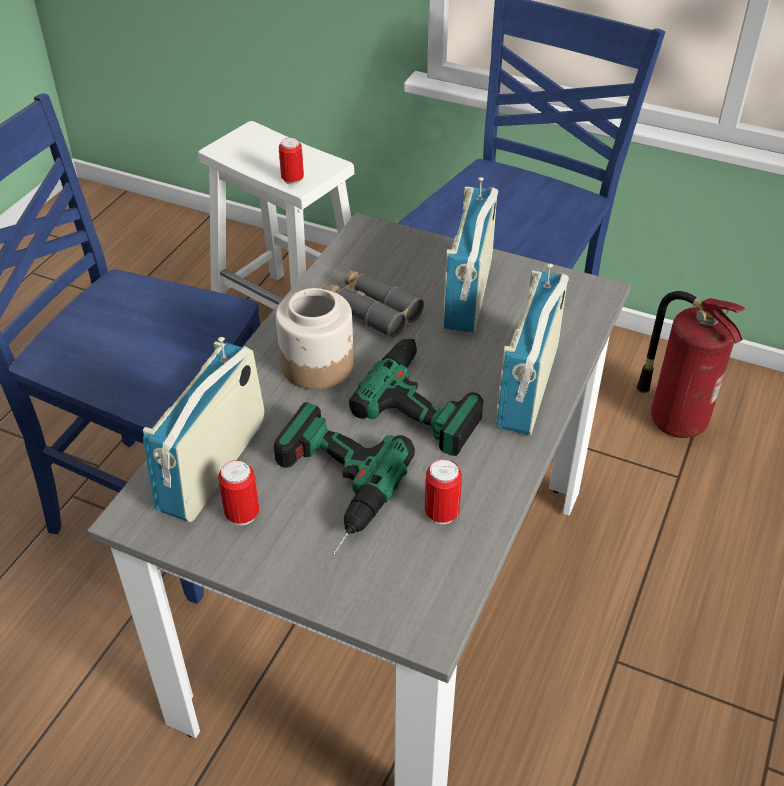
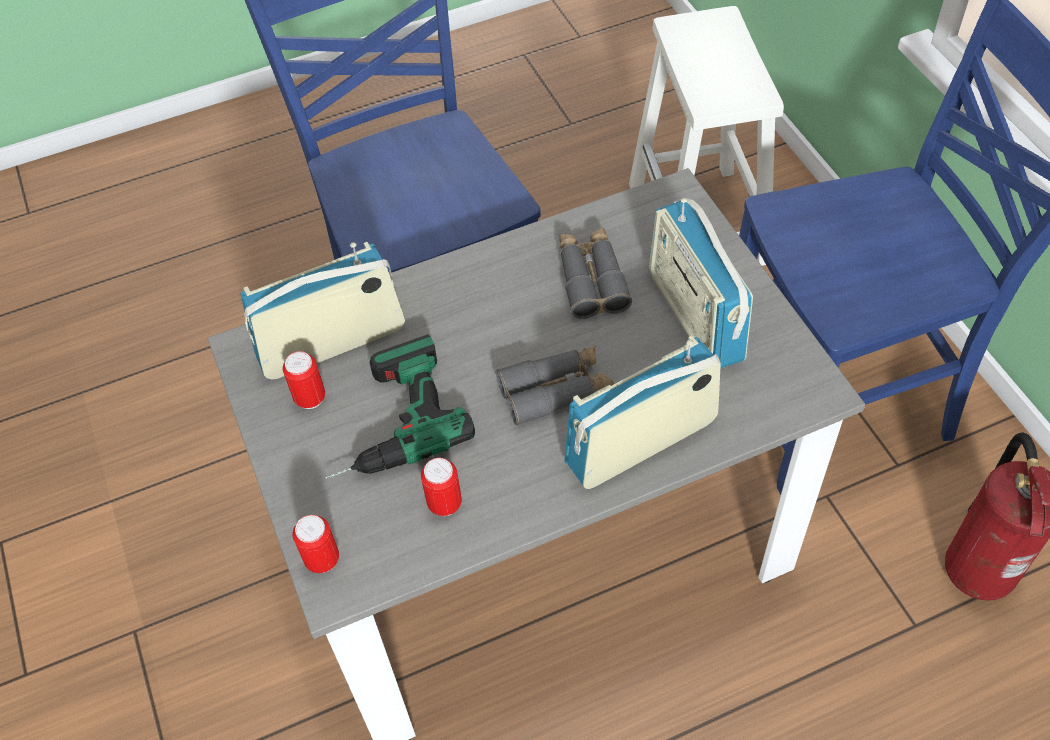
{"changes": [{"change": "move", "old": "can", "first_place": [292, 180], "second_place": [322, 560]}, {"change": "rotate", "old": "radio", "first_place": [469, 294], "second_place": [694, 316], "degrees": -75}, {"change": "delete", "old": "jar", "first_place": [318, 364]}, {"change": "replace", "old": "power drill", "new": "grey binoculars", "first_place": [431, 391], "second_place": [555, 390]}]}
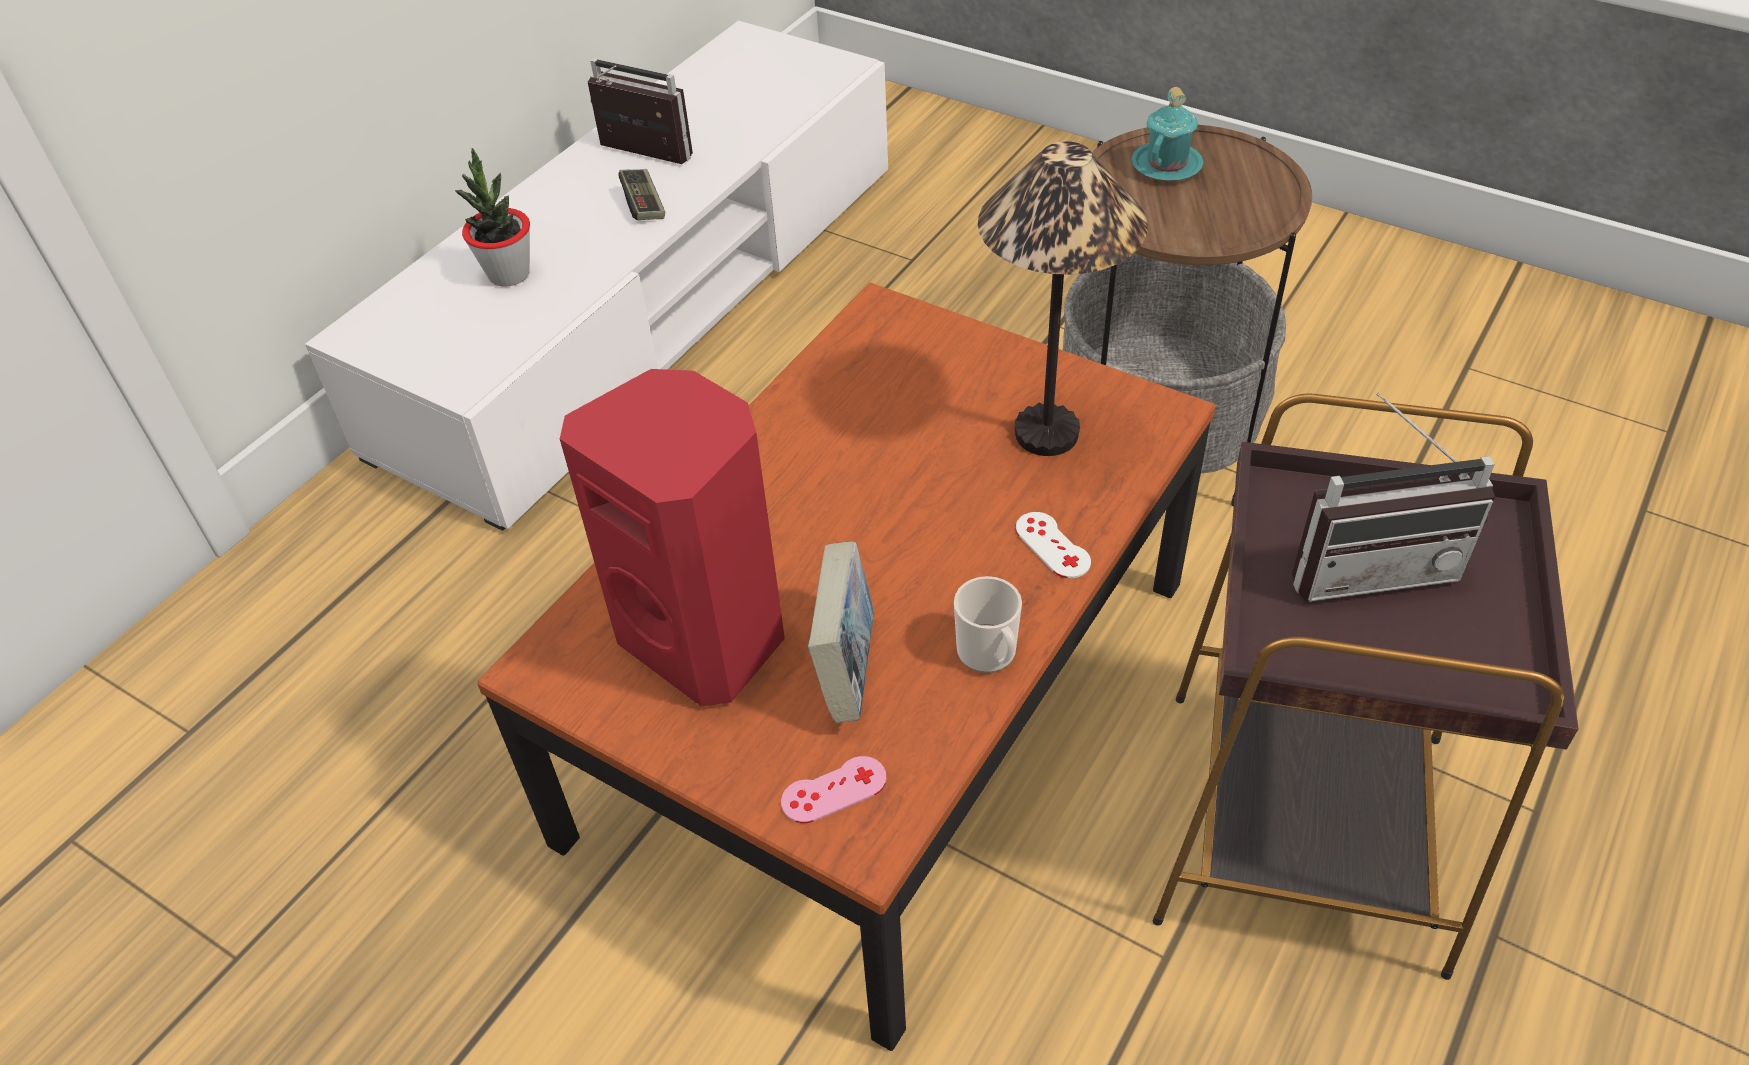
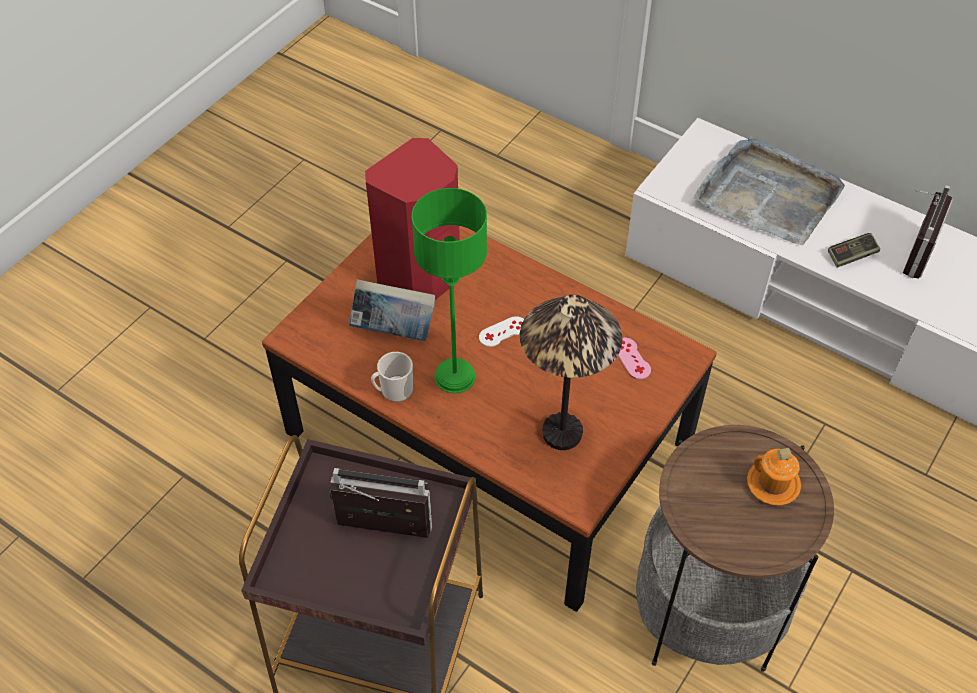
{"changes": [{"change": "recolor", "old": "turquoise mug", "new": "orange mug", "first_place": [1166, 164], "second_place": [773, 483]}, {"change": "replace", "old": "potted plant", "new": "grey tray", "first_place": [509, 274], "second_place": [768, 195]}, {"change": "rotate", "old": "radio", "first_place": [1369, 564], "second_place": [381, 533], "degrees": 105}, {"change": "move", "old": "white game controller", "first_place": [1052, 545], "second_place": [503, 332]}, {"change": "move", "old": "pink game controller", "first_place": [834, 790], "second_place": [632, 358]}, {"change": "insert", "new": "green table lamp", "second_place": [454, 376]}]}
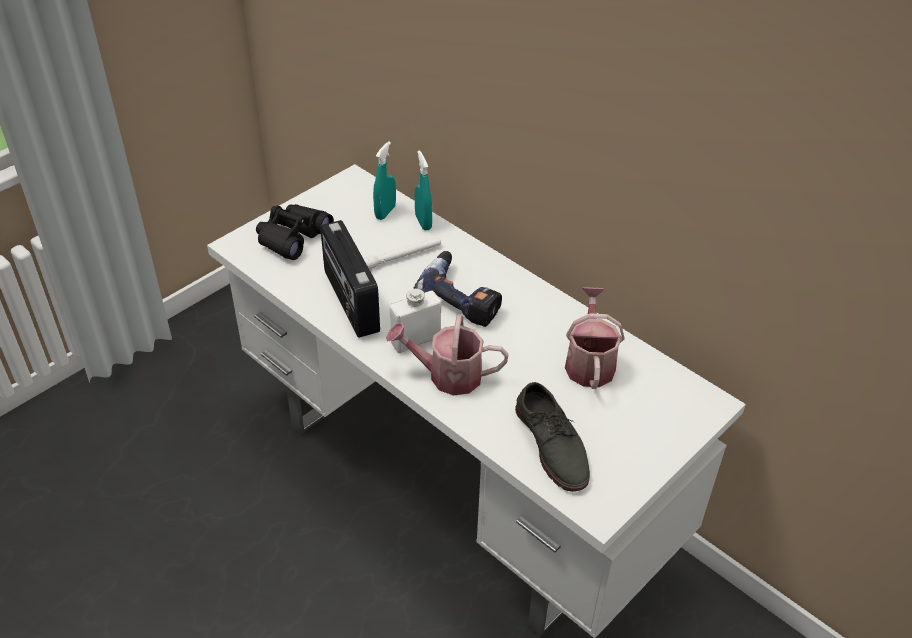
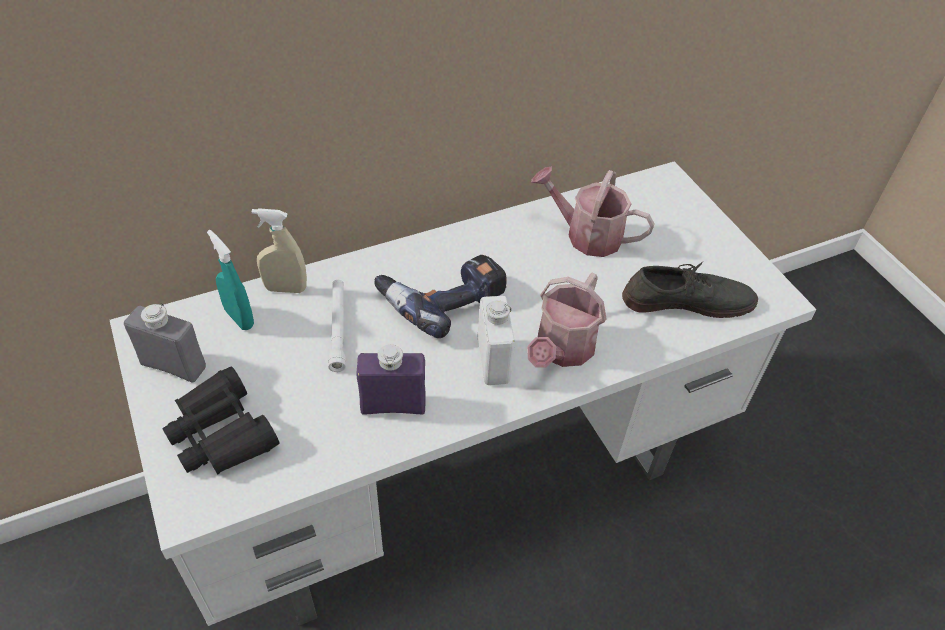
{"changes": [{"change": "recolor", "old": "turquoise spray bottle", "new": "beige spray bottle", "first_place": [423, 222], "second_place": [285, 289]}, {"change": "replace", "old": "radio", "new": "purple bottle", "first_place": [350, 302], "second_place": [393, 405]}, {"change": "insert", "new": "grey bottle", "second_place": [173, 365]}]}
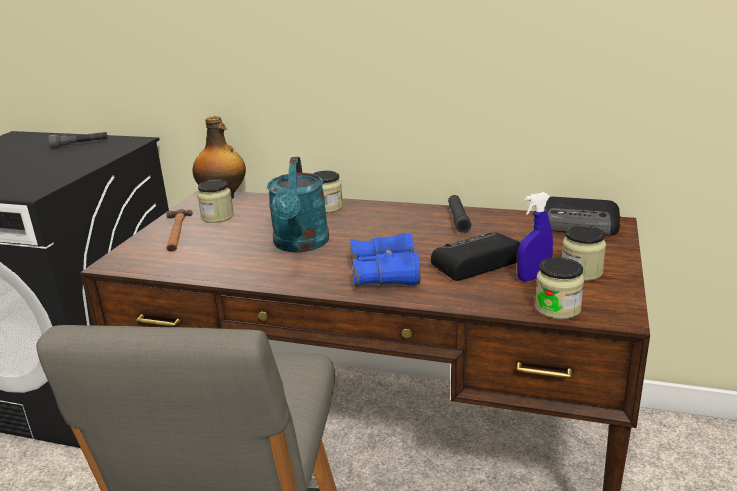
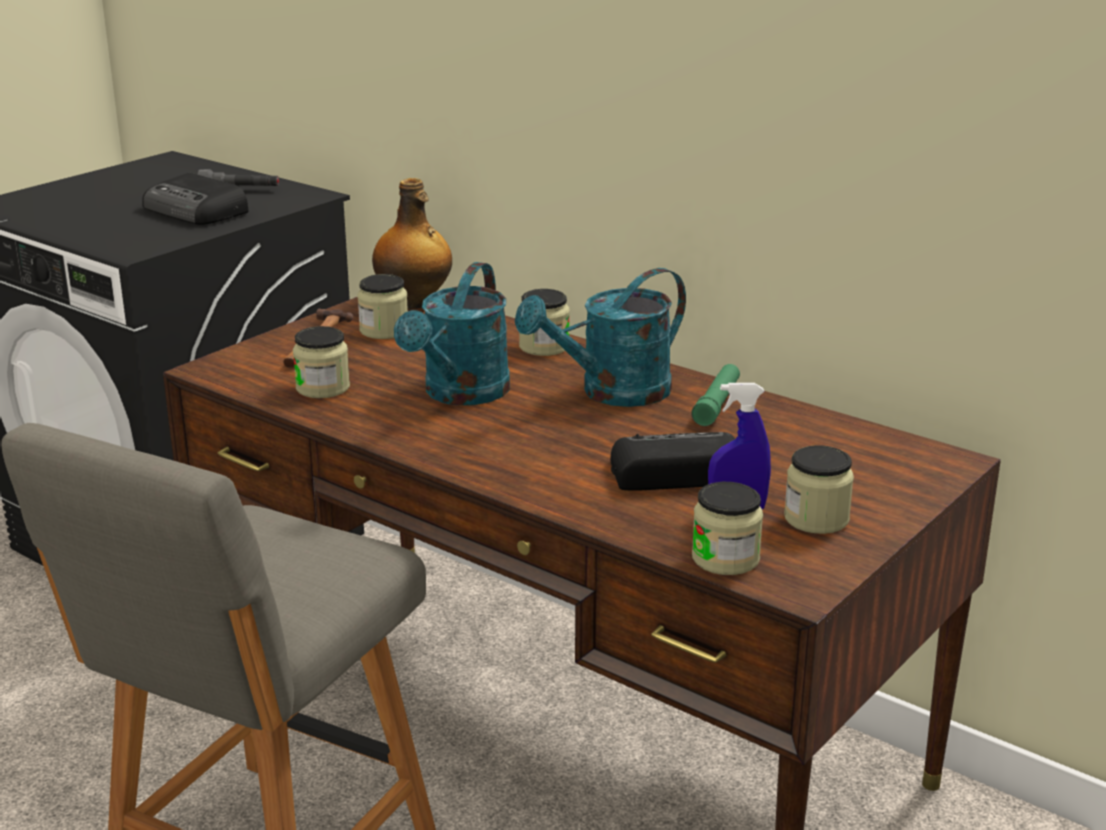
{"changes": [{"change": "recolor", "old": "black flashlight", "new": "green flashlight", "first_place": [458, 219], "second_place": [717, 404]}, {"change": "move", "old": "radio", "first_place": [579, 224], "second_place": [196, 211]}, {"change": "delete", "old": "blue binoculars", "first_place": [385, 274]}, {"change": "insert", "new": "turquoise watering can", "second_place": [612, 393]}, {"change": "insert", "new": "jar", "second_place": [323, 388]}]}
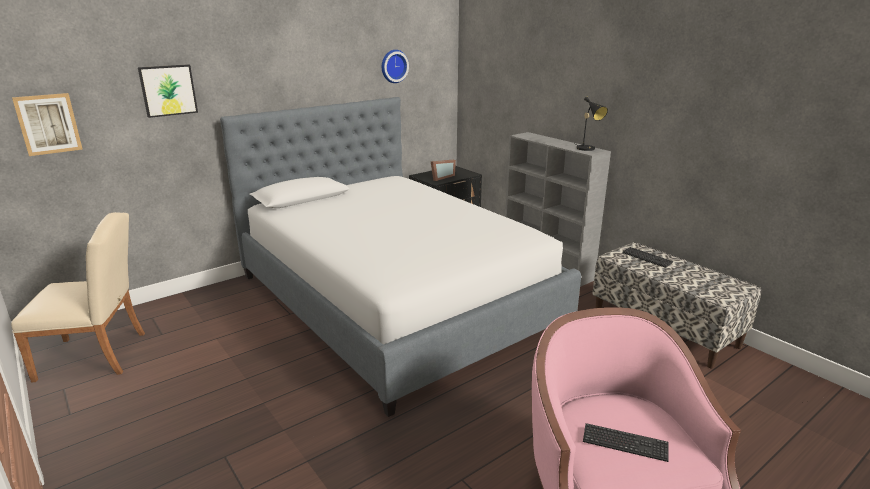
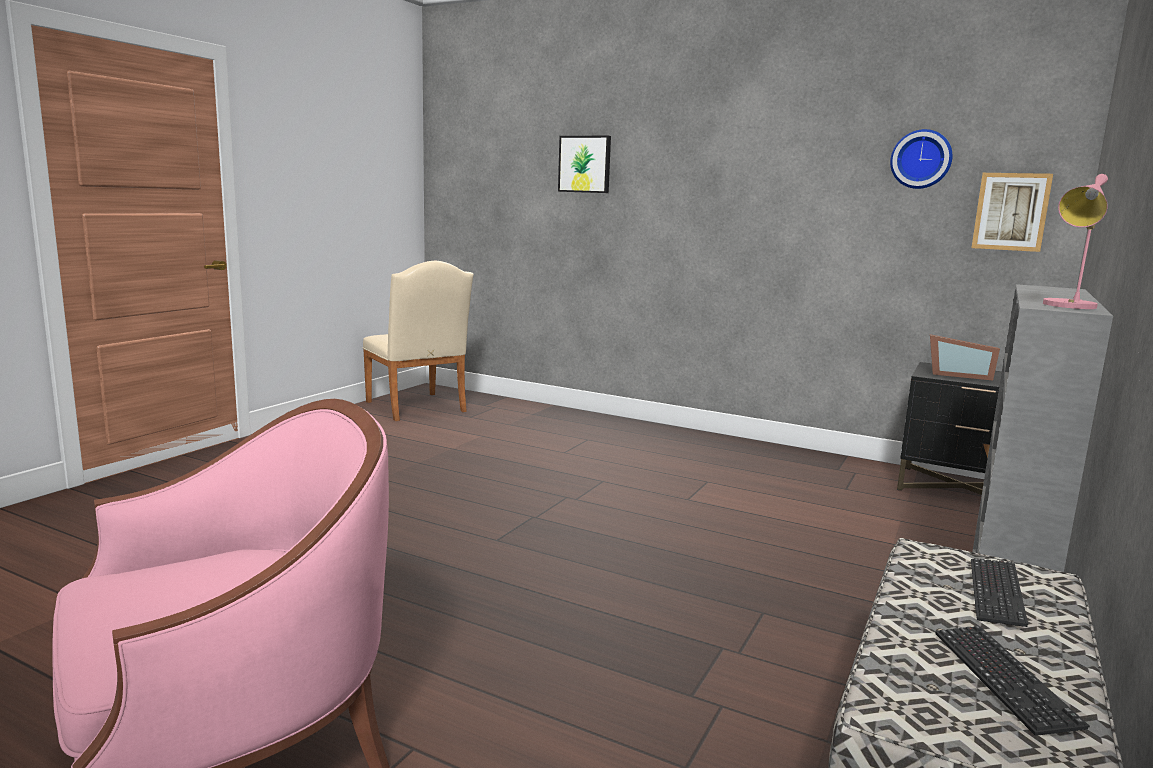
{"changes": [{"change": "move", "old": "picture", "first_place": [48, 124], "second_place": [1011, 211]}, {"change": "delete", "old": "bed", "first_place": [395, 300]}, {"change": "recolor", "old": "black table lamp", "new": "pink table lamp", "first_place": [588, 149], "second_place": [1069, 306]}, {"change": "move", "old": "keyboard", "first_place": [625, 443], "second_place": [1003, 679]}]}
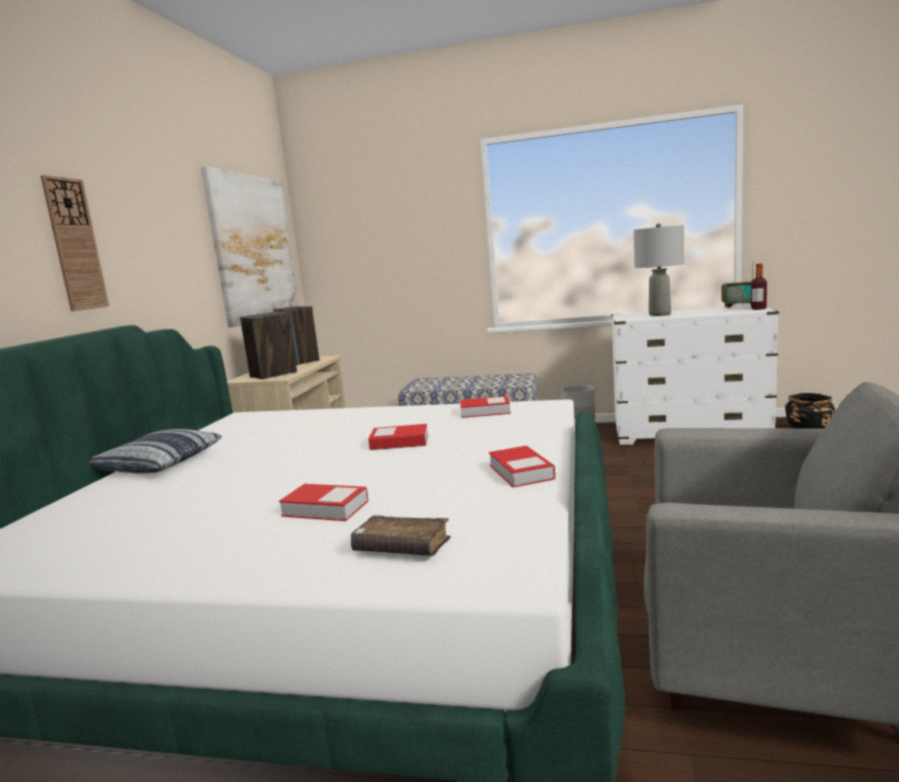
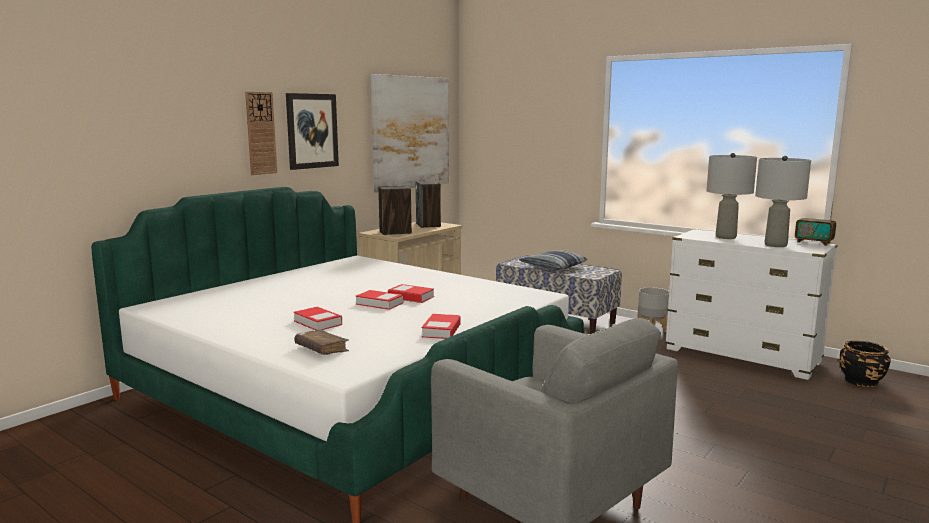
{"changes": [{"change": "delete", "old": "bottle", "first_place": [758, 309]}, {"change": "move", "old": "book", "first_place": [485, 411], "second_place": [379, 303]}, {"change": "move", "old": "pillow", "first_place": [155, 464], "second_place": [553, 267]}, {"change": "insert", "new": "picture", "second_place": [312, 131]}, {"change": "insert", "new": "grey table lamp", "second_place": [775, 245]}]}
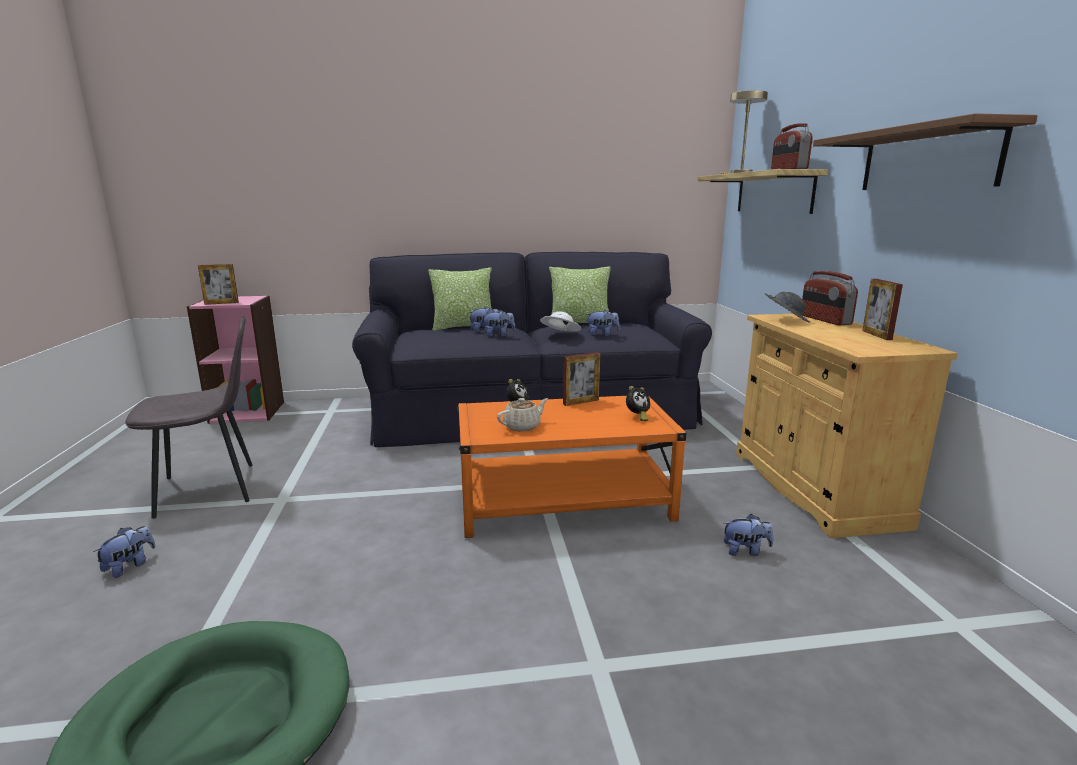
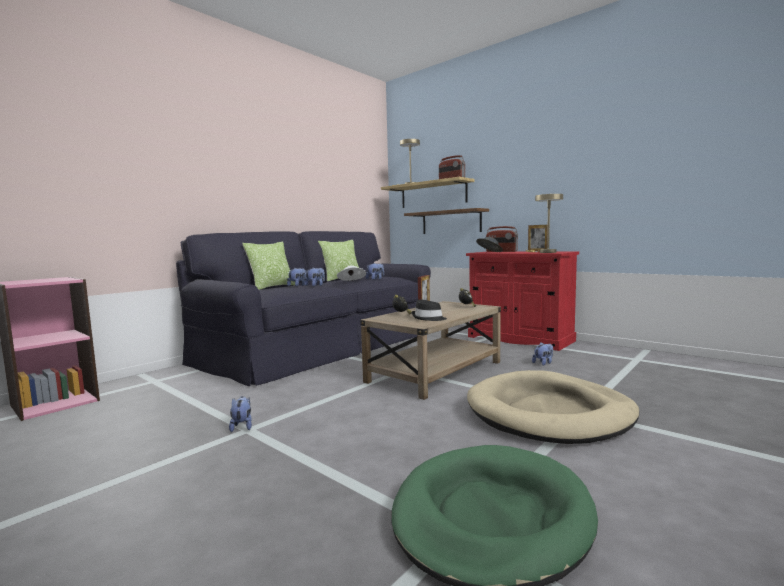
{"changes": [{"change": "move", "old": "brown shelf", "first_place": [927, 159], "second_place": [451, 222]}, {"change": "delete", "old": "picture frame", "first_place": [221, 303]}, {"change": "recolor", "old": "beige cabinet", "new": "red cabinet", "first_place": [814, 487], "second_place": [519, 339]}, {"change": "delete", "old": "grey chair", "first_place": [210, 489]}, {"change": "recolor", "old": "orange coffee table", "new": "beige coffee table", "first_place": [563, 501], "second_place": [435, 372]}, {"change": "replace", "old": "beige teapot", "new": "black hat", "first_place": [522, 426], "second_place": [428, 318]}, {"change": "move", "old": "plush toy", "first_place": [130, 566], "second_place": [242, 426]}, {"change": "insert", "new": "beige table lamp", "second_place": [545, 252]}, {"change": "insert", "new": "beige dog bed", "second_place": [549, 413]}]}
